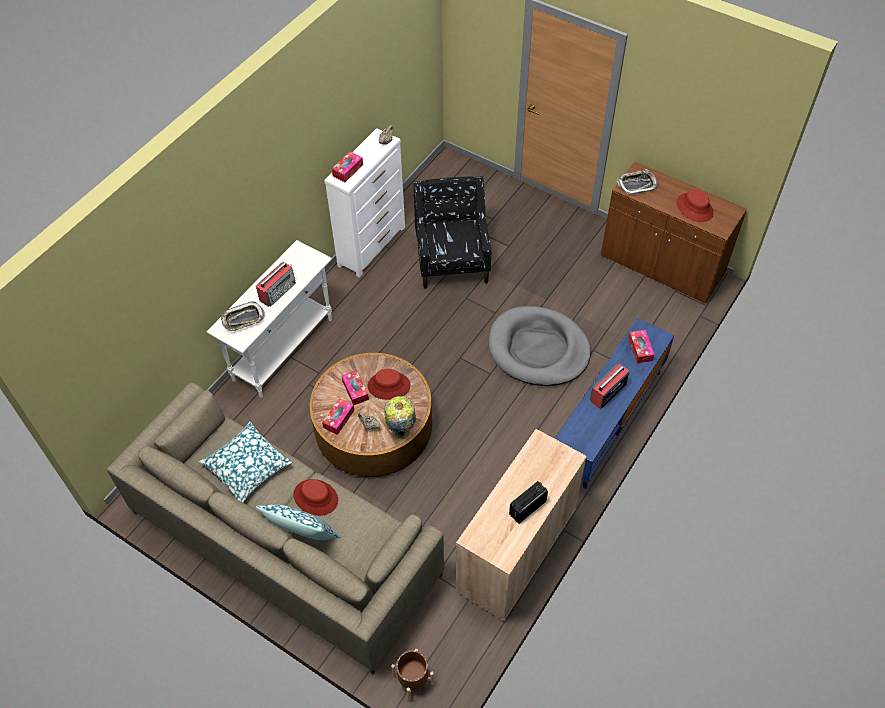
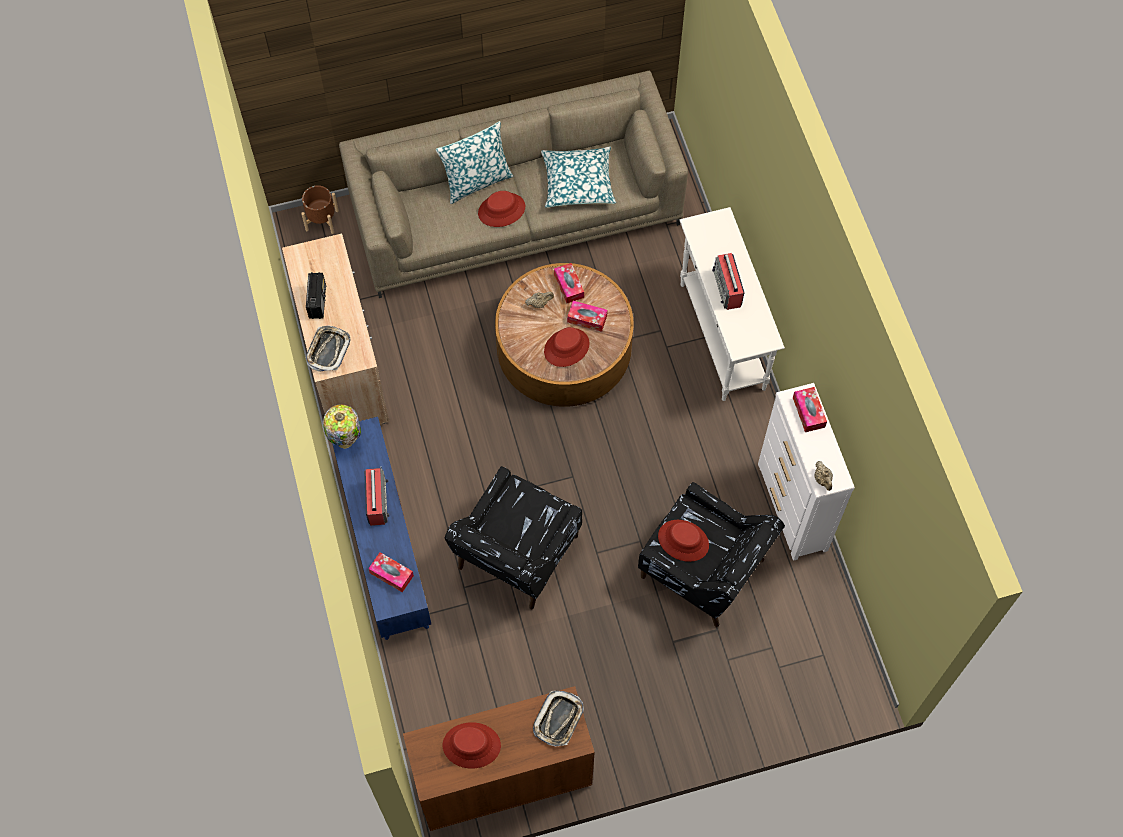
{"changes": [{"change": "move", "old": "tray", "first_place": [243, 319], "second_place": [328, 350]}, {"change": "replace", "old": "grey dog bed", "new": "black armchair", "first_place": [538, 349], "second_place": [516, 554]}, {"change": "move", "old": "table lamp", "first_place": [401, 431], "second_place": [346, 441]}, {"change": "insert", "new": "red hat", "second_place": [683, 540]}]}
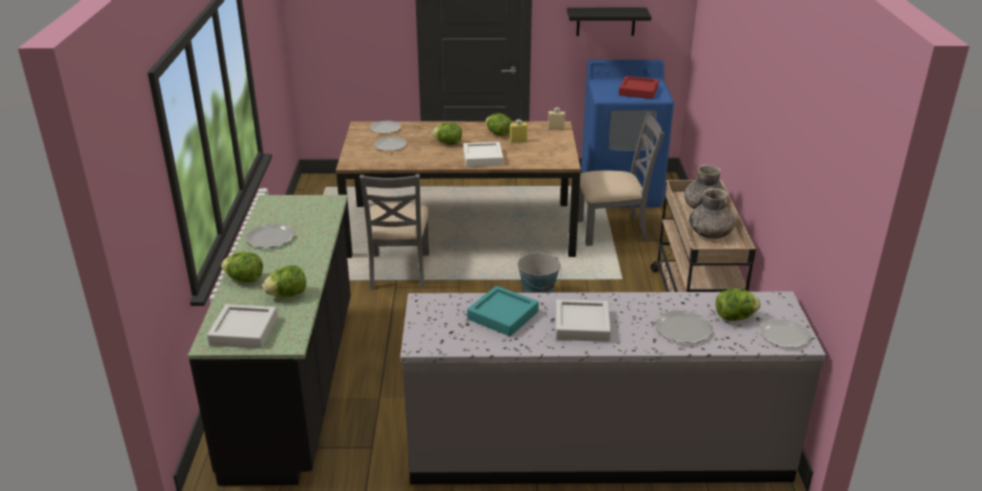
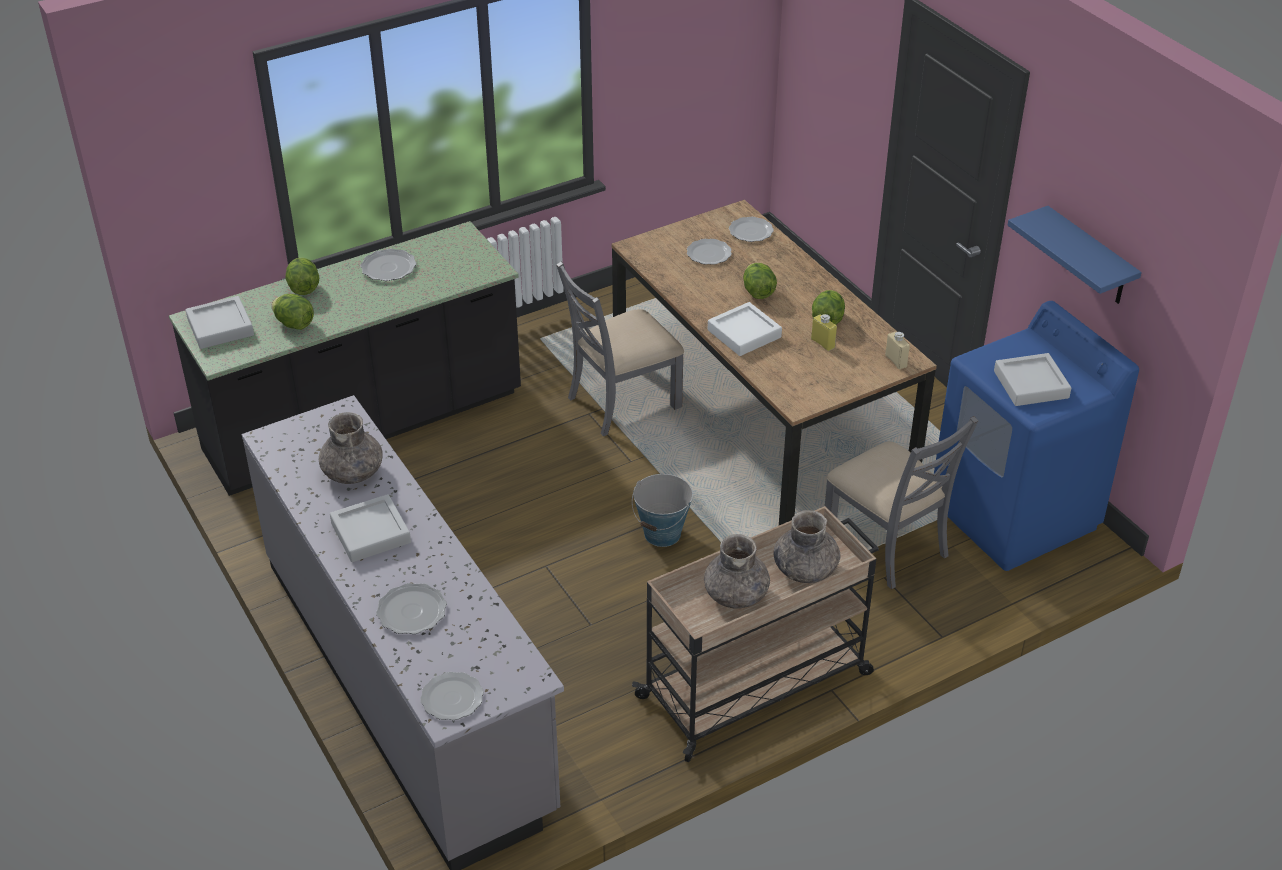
{"changes": [{"change": "recolor", "old": "black shelf", "new": "blue shelf", "first_place": [606, 21], "second_place": [1089, 258]}, {"change": "recolor", "old": "red tray", "new": "grey tray", "first_place": [638, 91], "second_place": [1031, 384]}, {"change": "replace", "old": "turquoise tray", "new": "grey vase", "first_place": [503, 315], "second_place": [353, 472]}, {"change": "delete", "old": "lettuce", "first_place": [734, 317]}]}
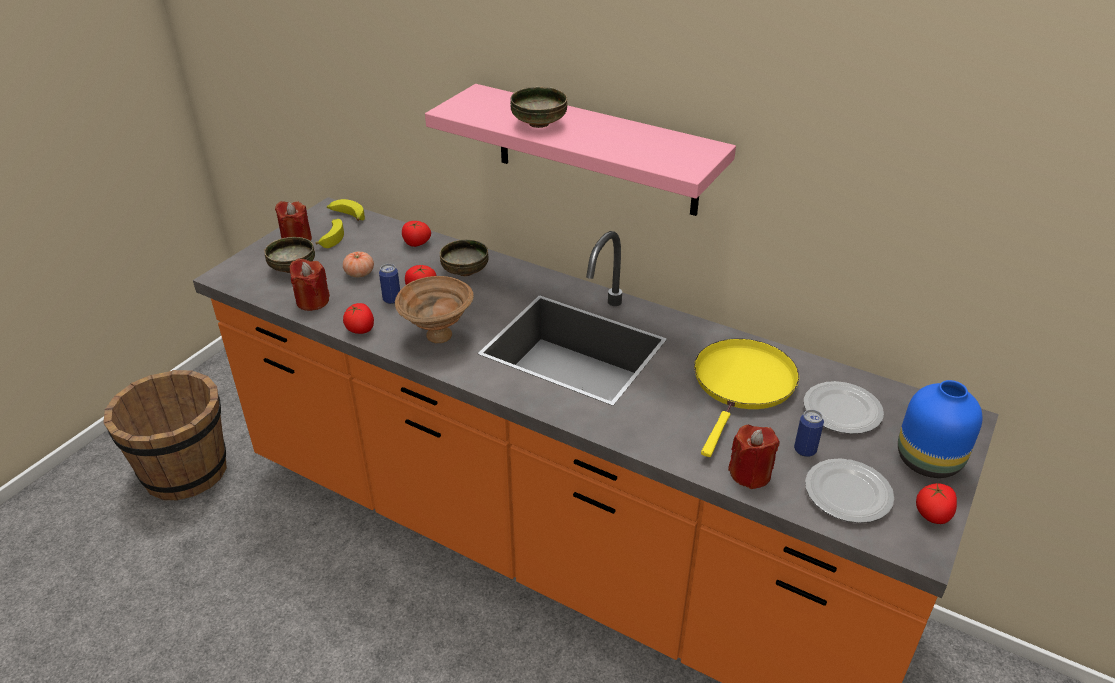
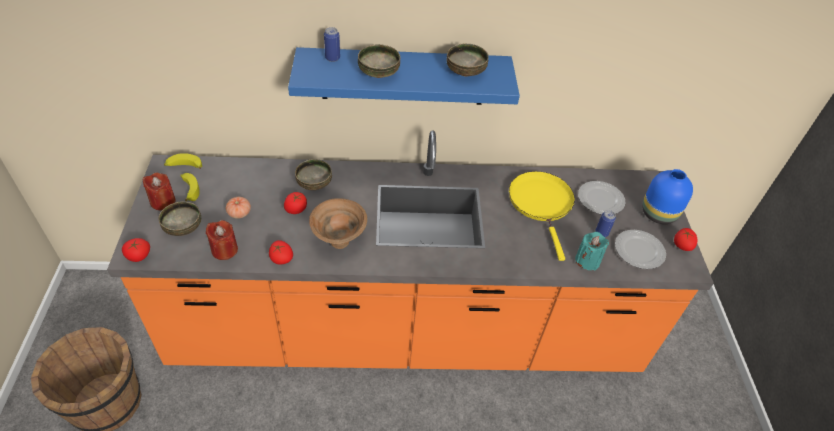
{"changes": [{"change": "recolor", "old": "pink shelf", "new": "blue shelf", "first_place": [596, 150], "second_place": [403, 77]}, {"change": "move", "old": "tomato", "first_place": [416, 243], "second_place": [138, 256]}, {"change": "move", "old": "can", "first_place": [392, 299], "second_place": [332, 58]}, {"change": "recolor", "old": "red candle", "new": "turquoise candle", "first_place": [750, 474], "second_place": [587, 260]}, {"change": "insert", "new": "bowl", "second_place": [466, 72]}]}
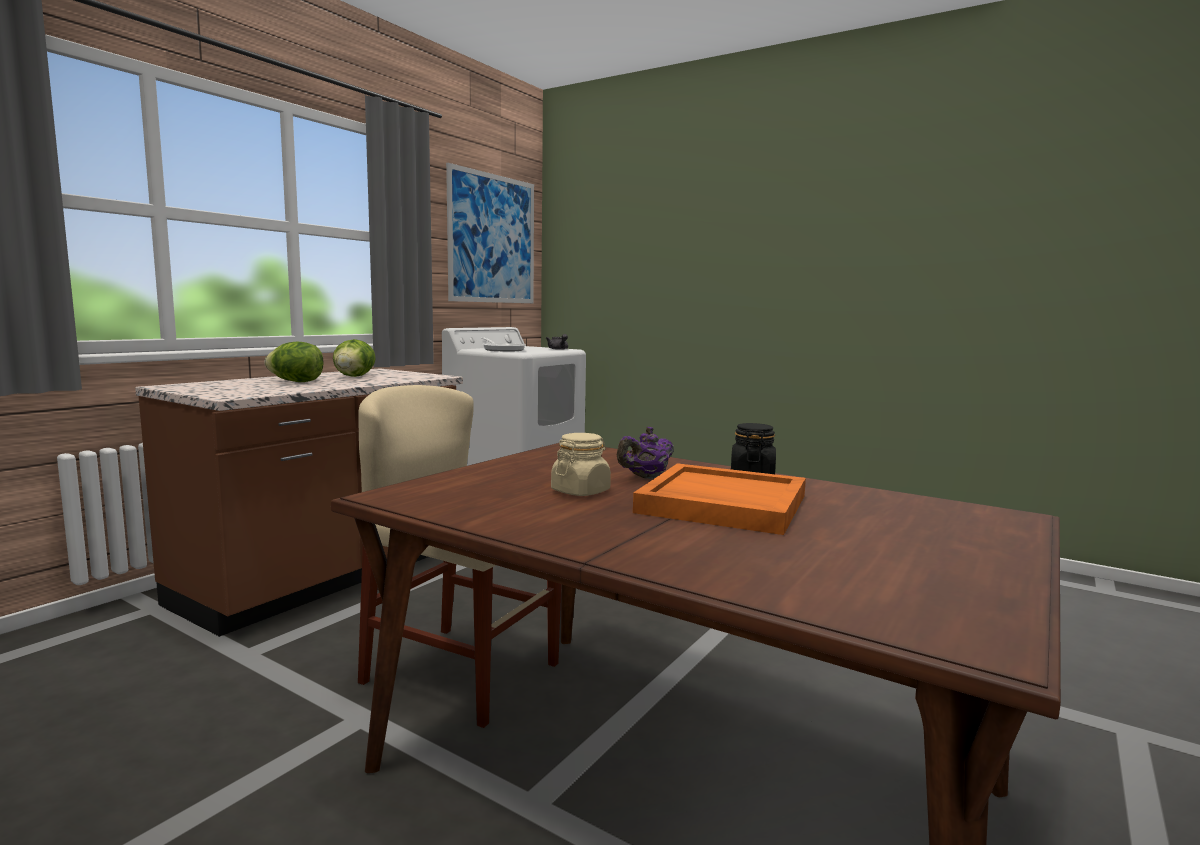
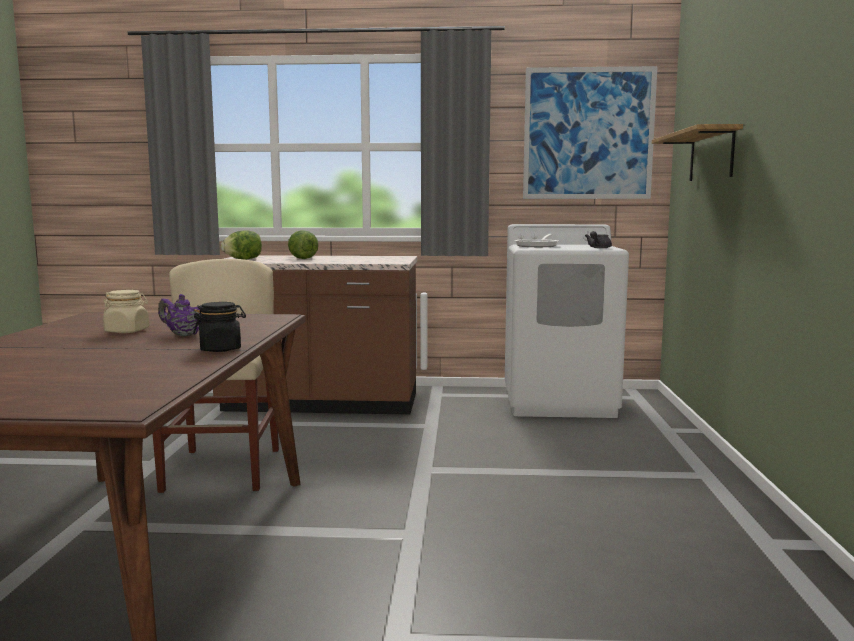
{"changes": [{"change": "move", "old": "lettuce", "first_place": [354, 376], "second_place": [243, 259]}, {"change": "delete", "old": "orange tray", "first_place": [721, 504]}, {"change": "insert", "new": "shelf", "second_place": [711, 156]}]}
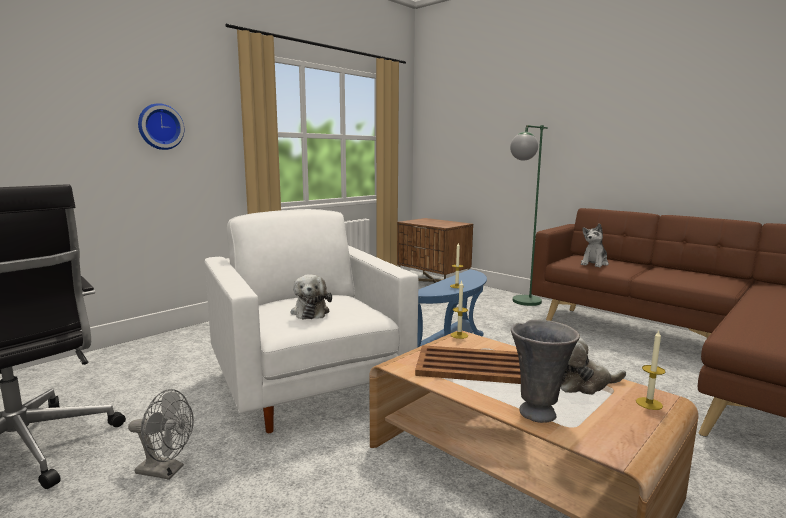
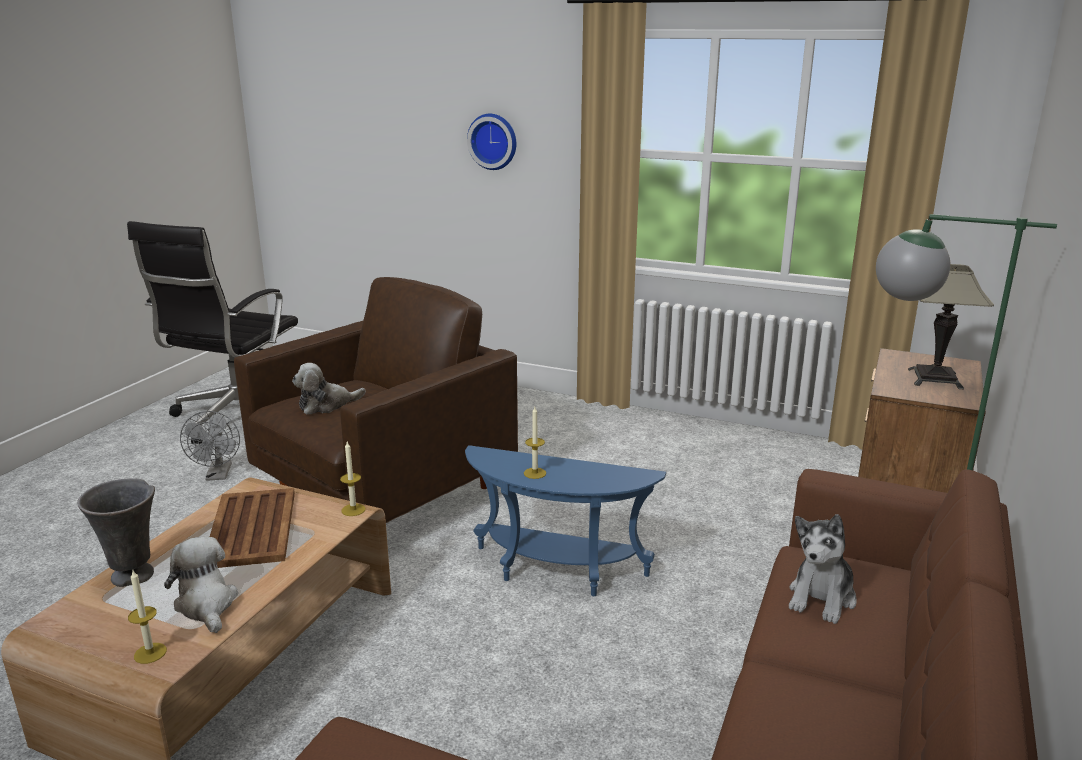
{"changes": [{"change": "recolor", "old": "white armchair", "new": "brown armchair", "first_place": [309, 387], "second_place": [385, 494]}, {"change": "rotate", "old": "plush toy", "first_place": [594, 263], "second_place": [822, 598], "degrees": -75}, {"change": "insert", "new": "table lamp", "second_place": [934, 378]}]}
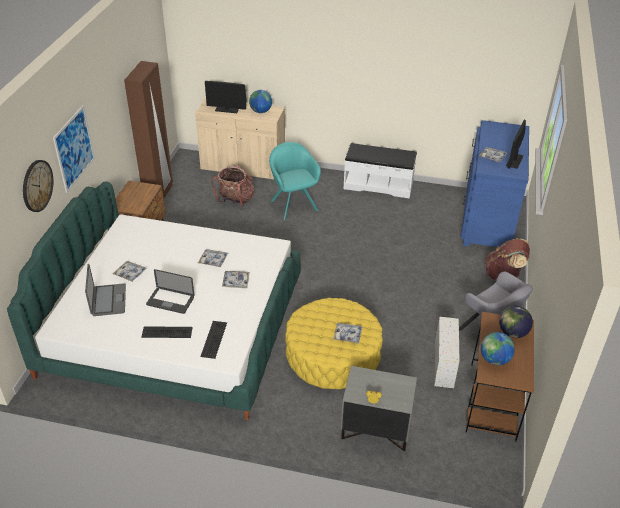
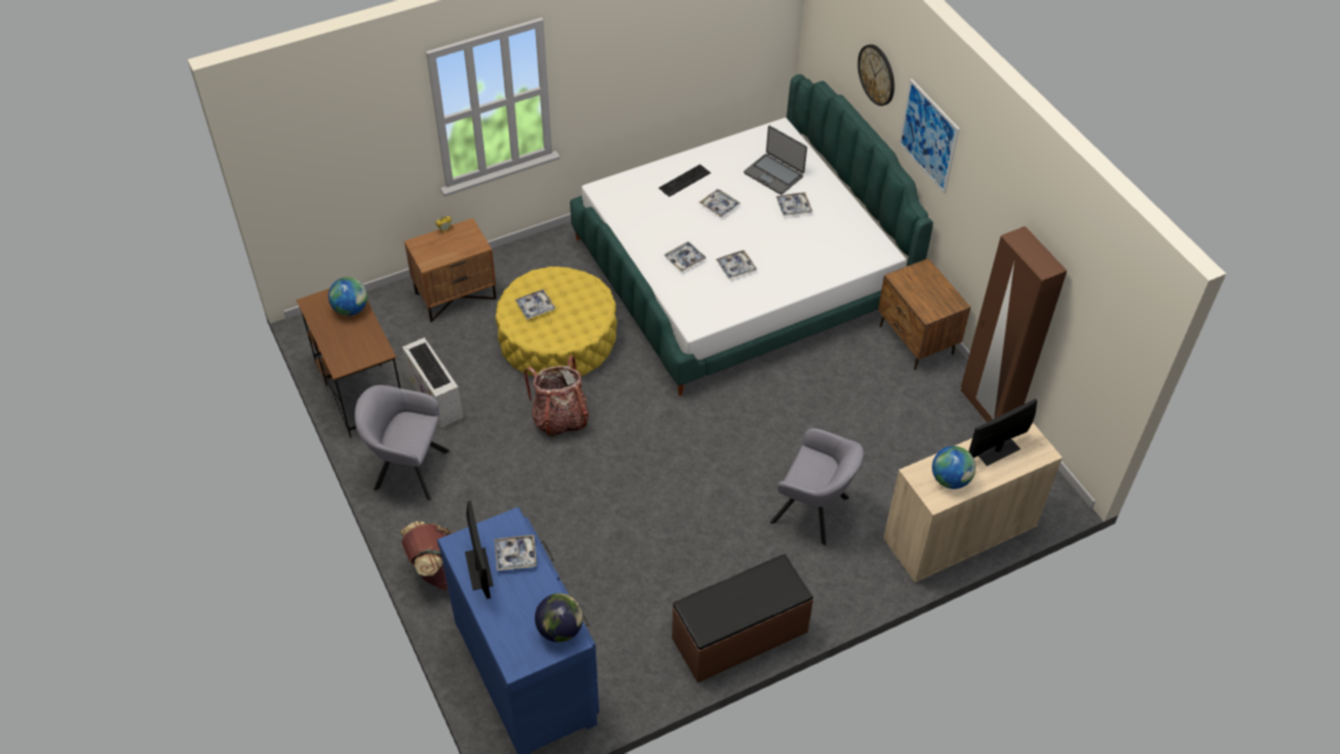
{"changes": [{"change": "recolor", "old": "turquoise armchair", "new": "grey armchair", "first_place": [293, 203], "second_place": [814, 512]}, {"change": "recolor", "old": "white bench", "new": "brown bench", "first_place": [378, 185], "second_place": [740, 636]}, {"change": "move", "old": "backpack", "first_place": [235, 200], "second_place": [560, 418]}, {"change": "replace", "old": "laptop", "new": "tray", "first_place": [170, 301], "second_place": [719, 206]}, {"change": "move", "old": "globe", "first_place": [512, 333], "second_place": [560, 629]}, {"change": "move", "old": "keyboard", "first_place": [213, 339], "second_place": [430, 365]}, {"change": "recolor", "old": "grey nightstand", "new": "brown nightstand", "first_place": [375, 430], "second_place": [456, 295]}]}
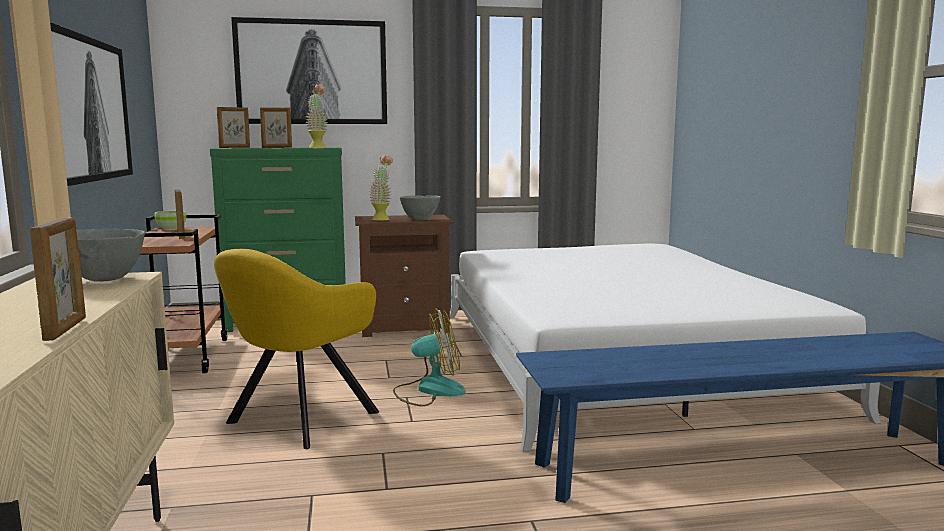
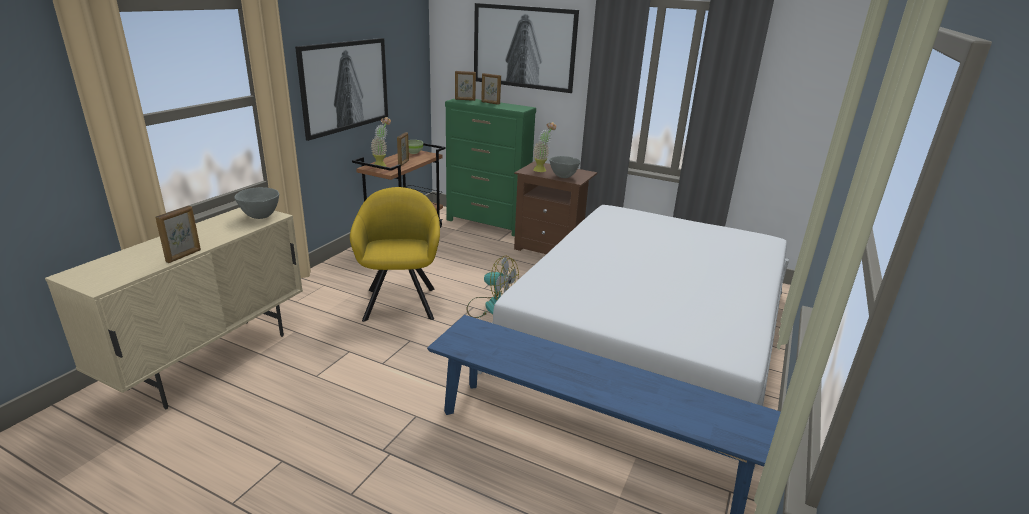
{"changes": [{"change": "move", "old": "potted plant", "first_place": [318, 147], "second_place": [382, 165]}, {"change": "rotate", "old": "yellow armchair", "first_place": [297, 420], "second_place": [400, 301], "degrees": 105}]}
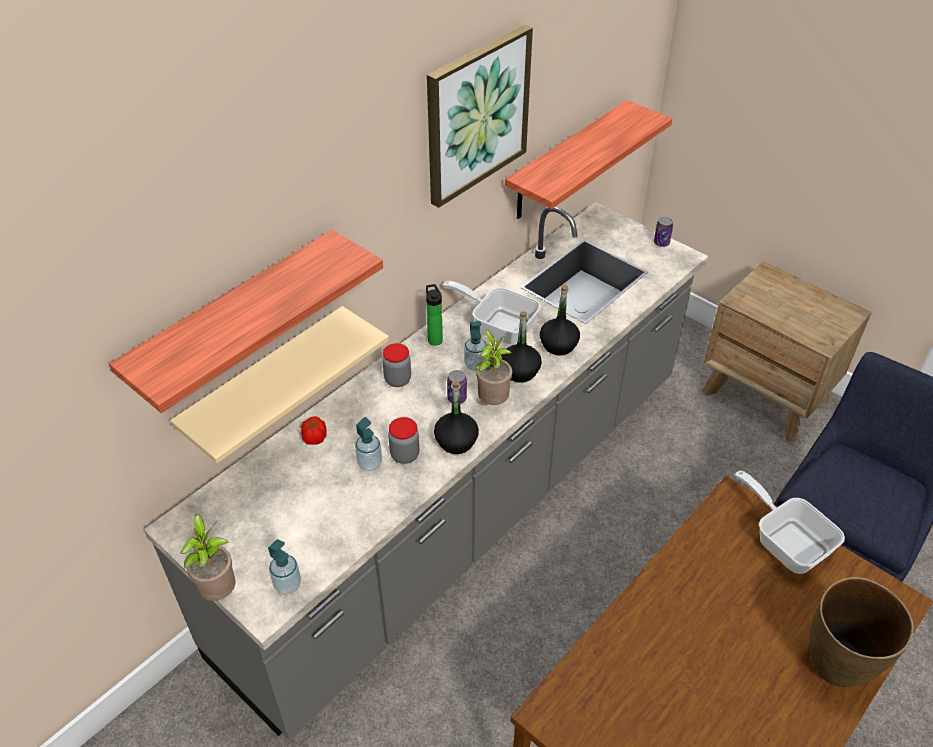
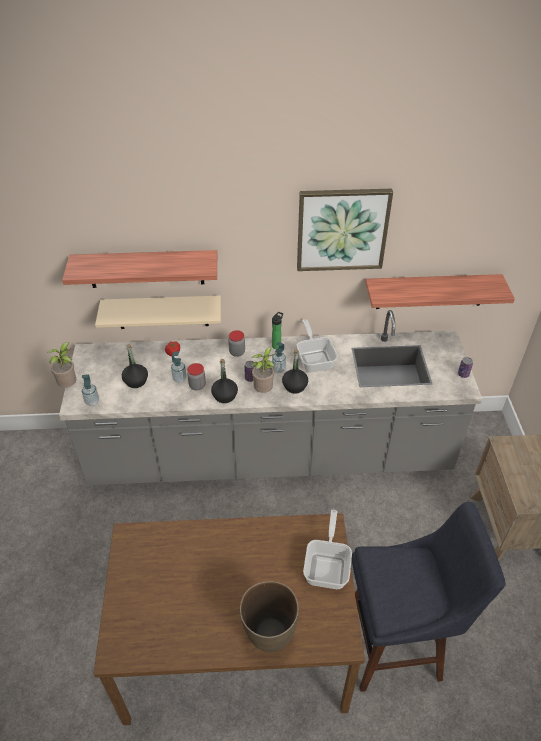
{"changes": [{"change": "move", "old": "black bottle", "first_place": [559, 345], "second_place": [136, 381]}]}
